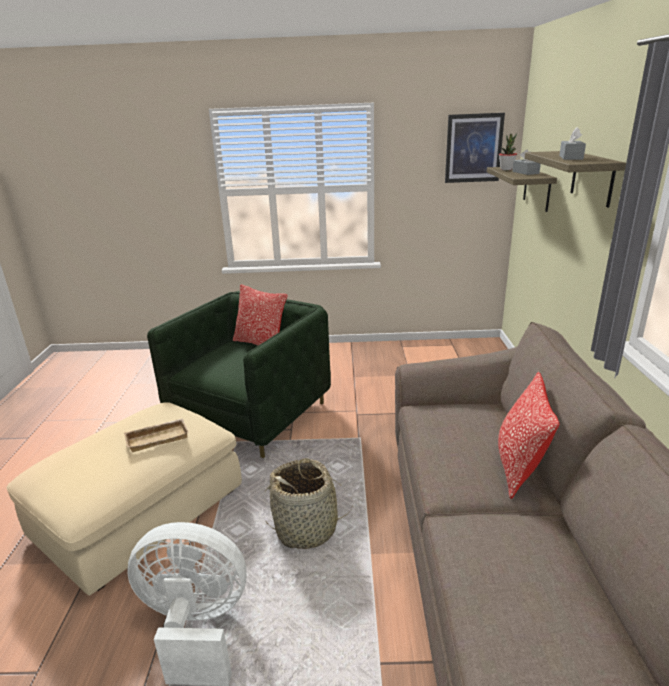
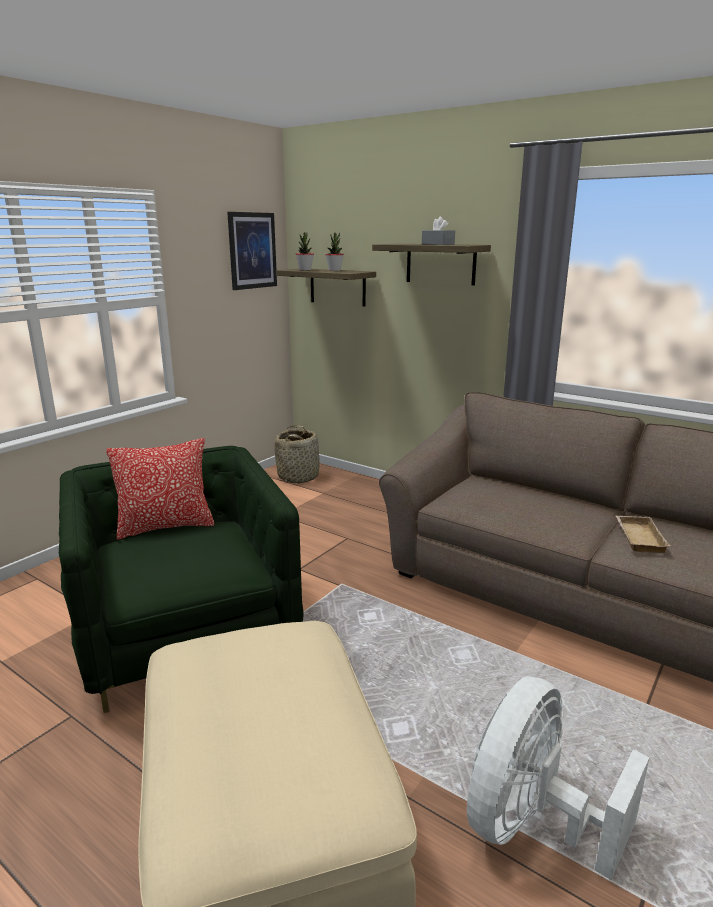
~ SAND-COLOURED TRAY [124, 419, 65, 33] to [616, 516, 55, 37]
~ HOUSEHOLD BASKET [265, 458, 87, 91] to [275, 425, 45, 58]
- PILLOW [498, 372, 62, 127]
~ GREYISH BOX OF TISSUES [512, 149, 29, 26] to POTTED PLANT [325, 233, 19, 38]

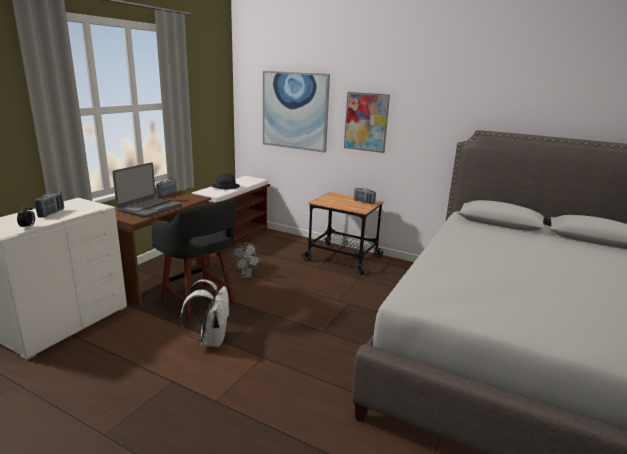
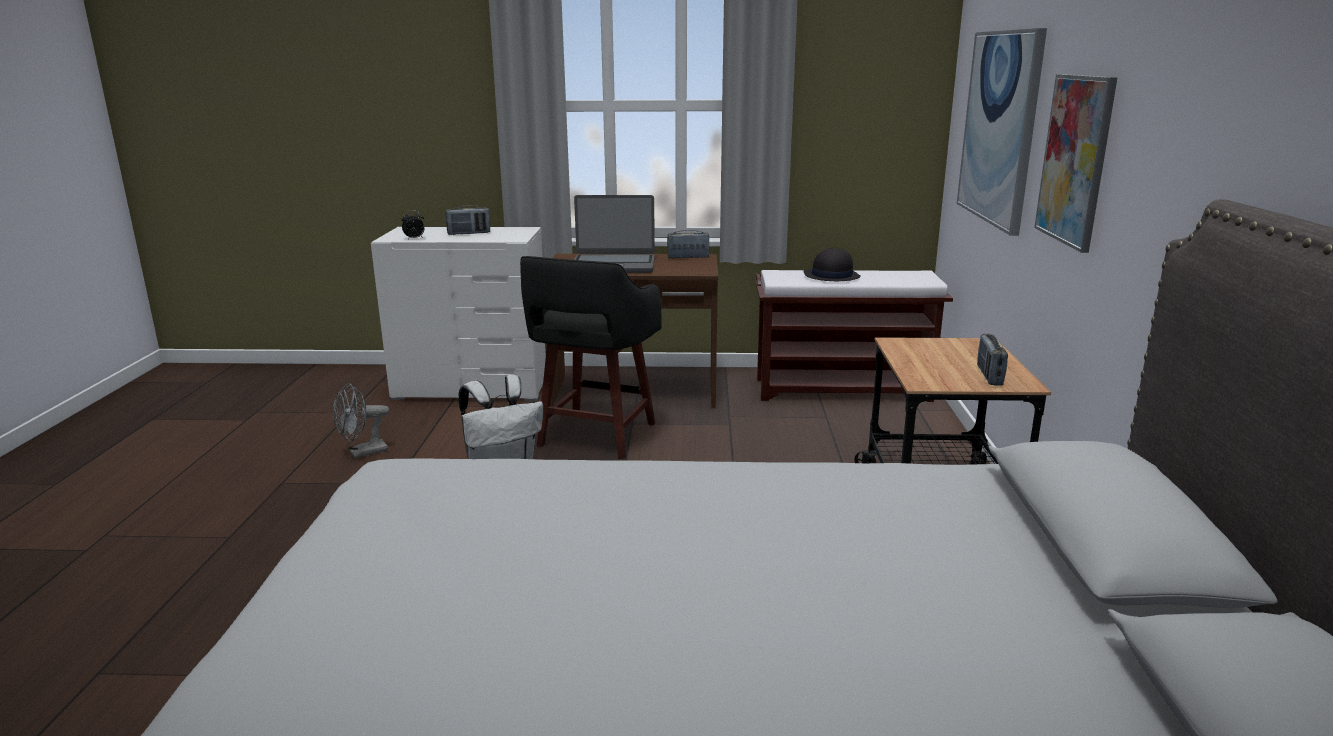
~ GREYISH FAN [231, 243, 30, 35] to [333, 383, 56, 75]

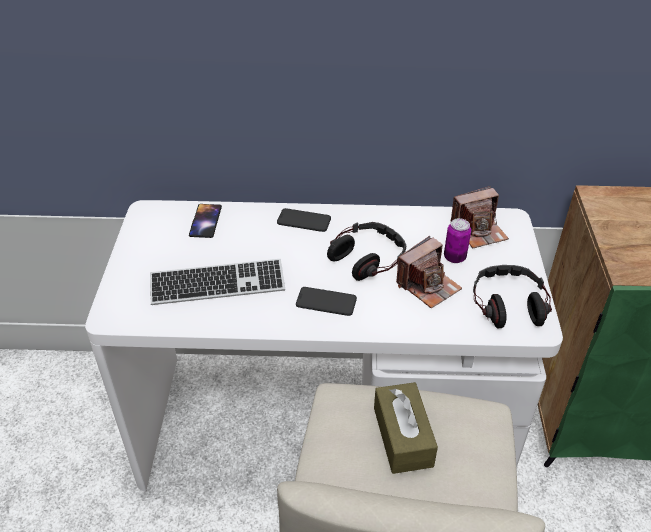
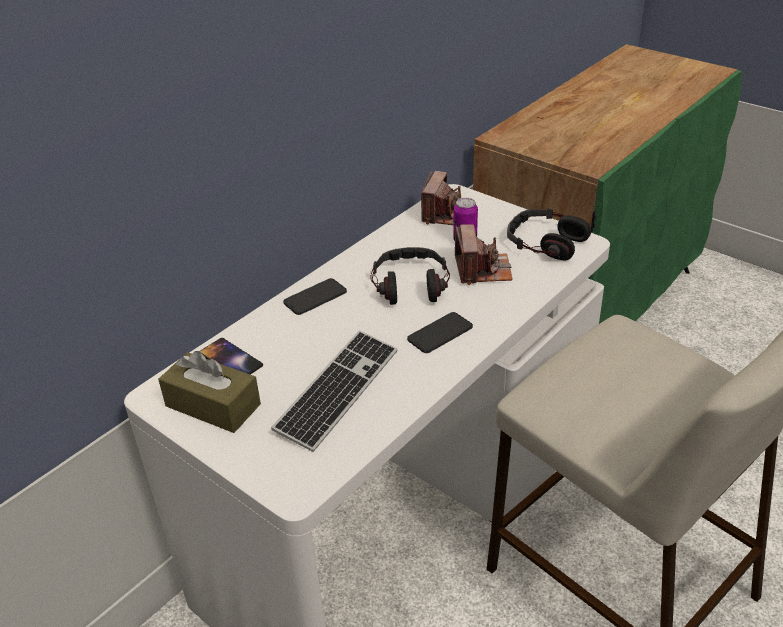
~ BROWN BOX OF TISSUES [374, 382, 64, 92] to [158, 351, 103, 82]

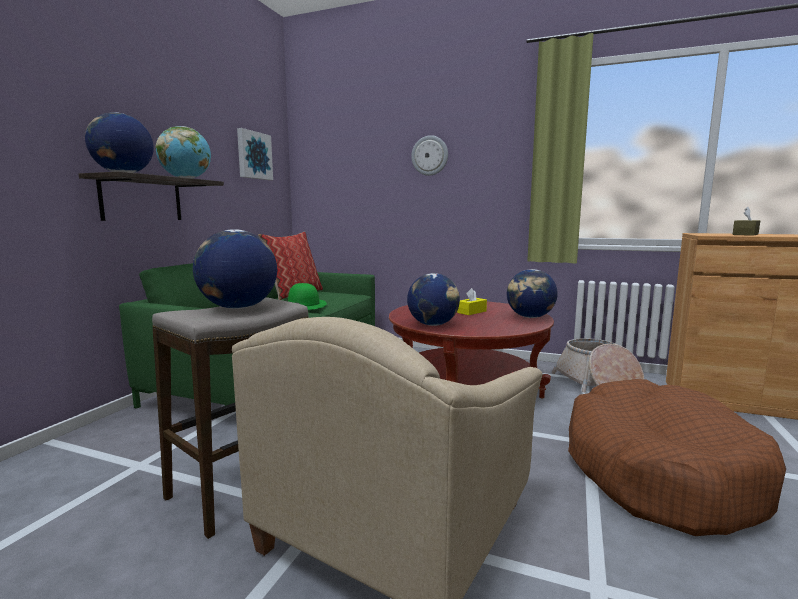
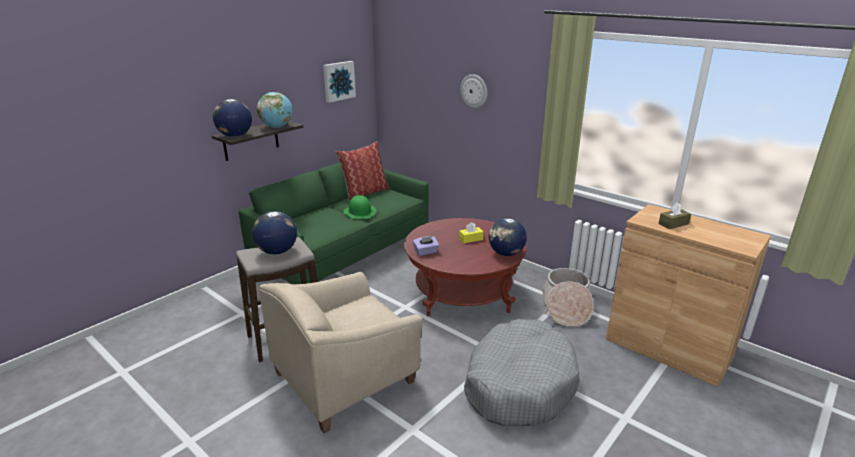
~ DESK GLOBE [407, 273, 53, 53] to PURPLE-COLOURED BOX OF TISSUES [413, 236, 26, 20]
~ BROWN PET BED [568, 379, 218, 157] to GREYISH PET BED [464, 319, 116, 107]

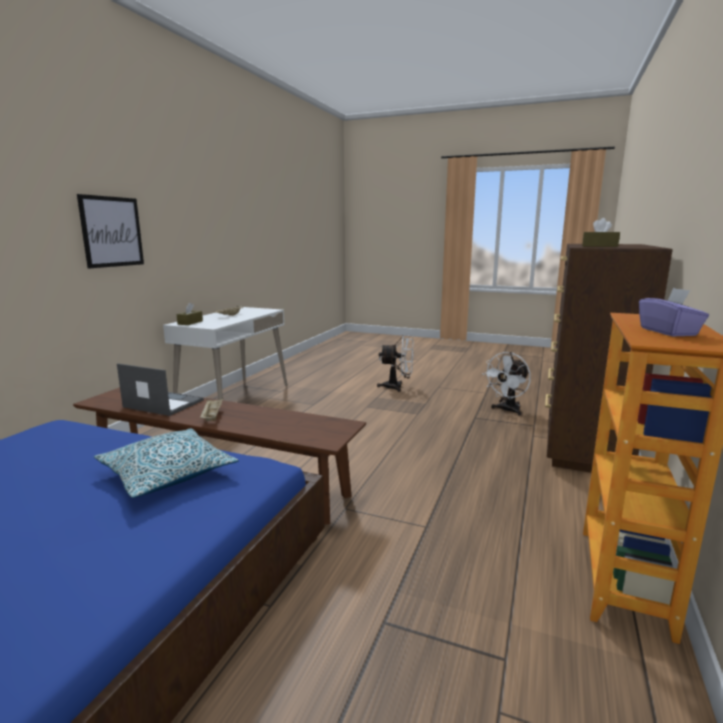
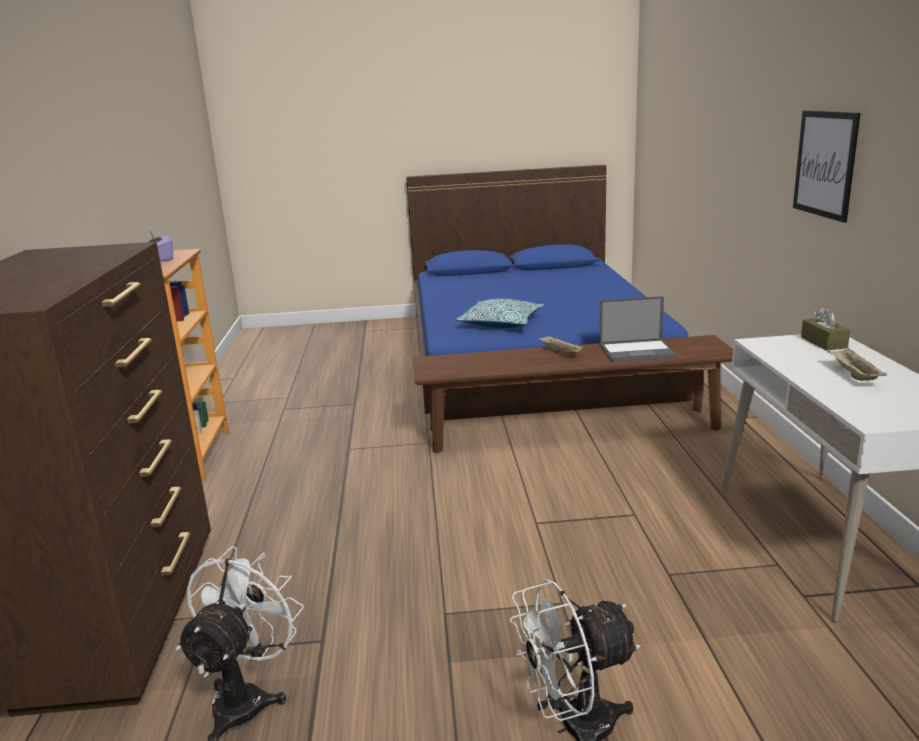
- BROWN BOX OF TISSUES [582, 218, 38, 29]

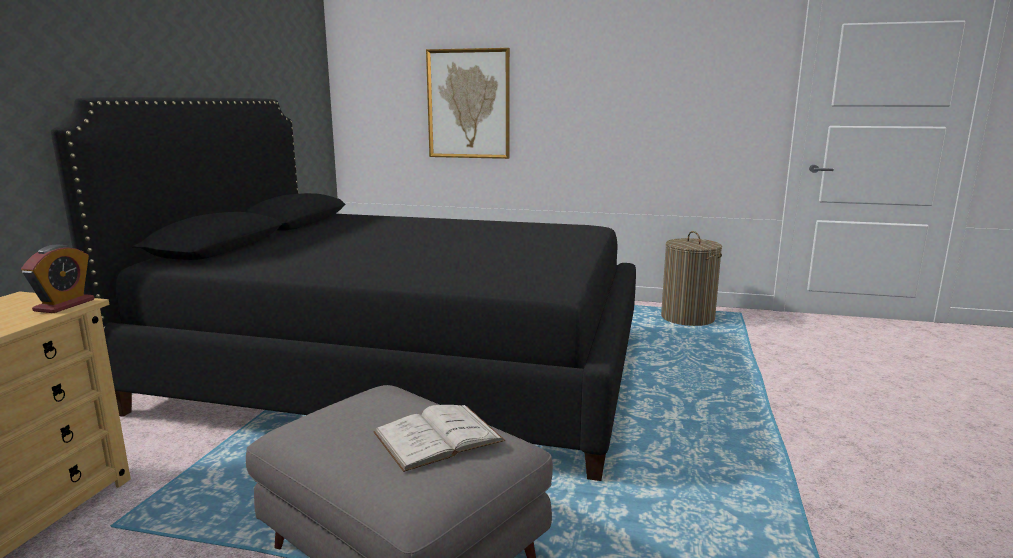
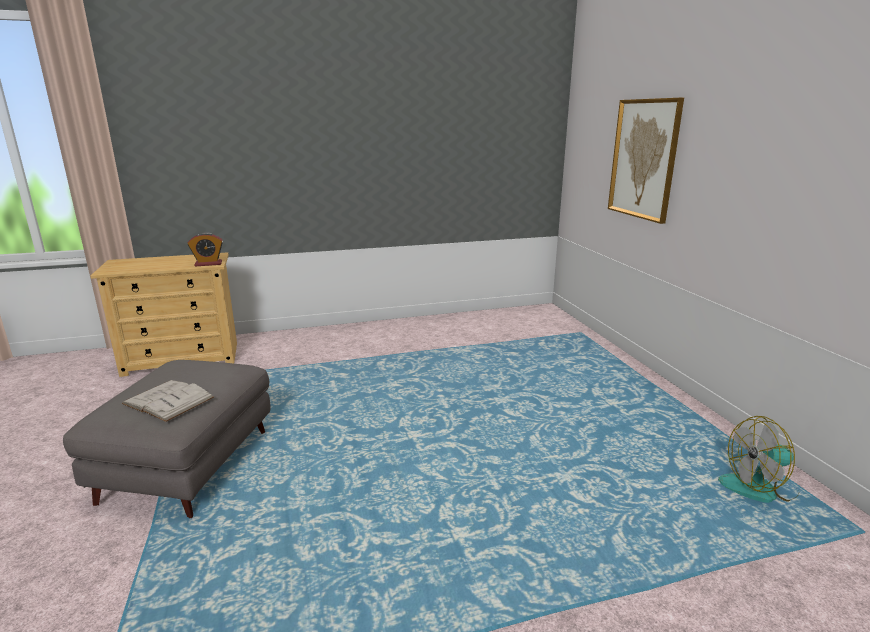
- BLACK BEDROOM BED [51, 97, 585, 384]
~ HAMPER [661, 231, 61, 95] to FAN [718, 416, 81, 87]

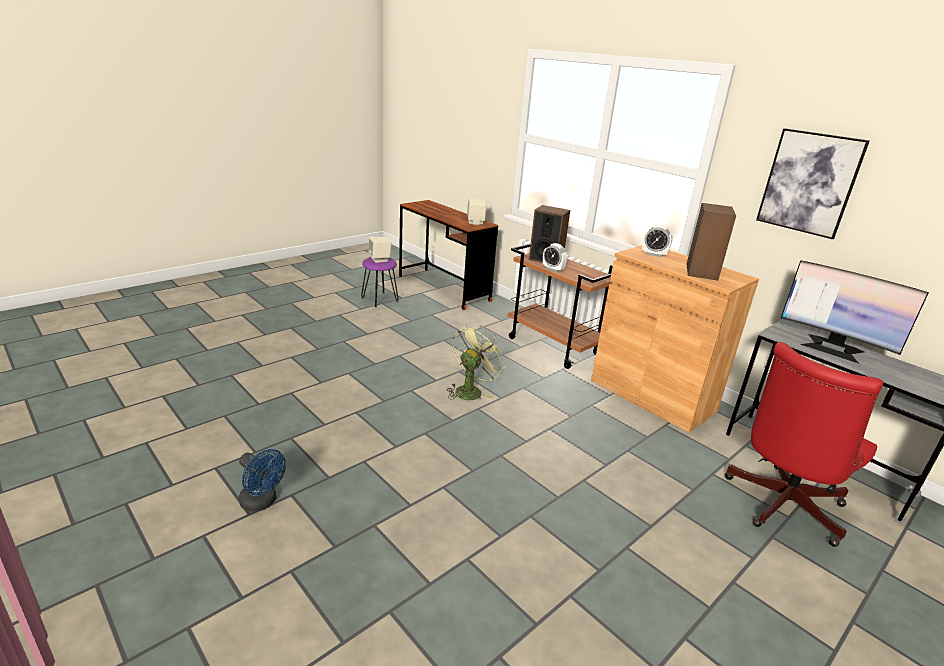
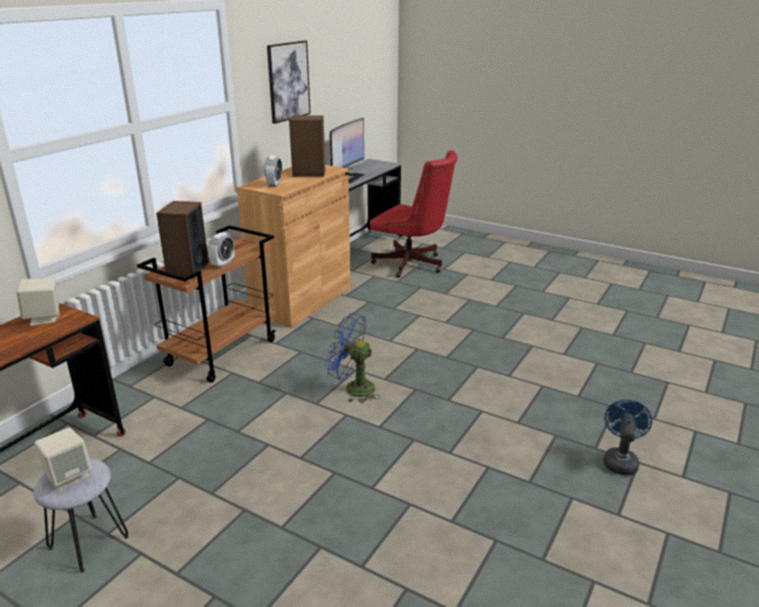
~ PURPLE-COLOURED SITTING STOOL [361, 257, 37, 50] to GREYISH SITTING STOOL [33, 458, 96, 115]
~ GREEN FAN [447, 325, 58, 75] to BLUE FAN [325, 313, 55, 90]

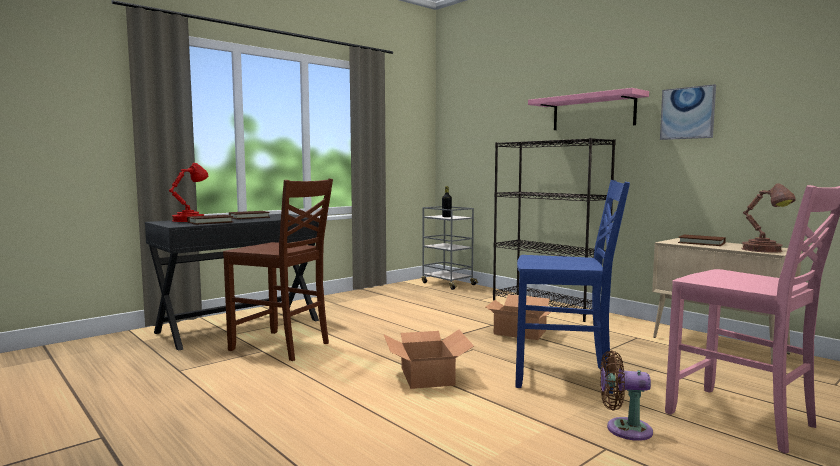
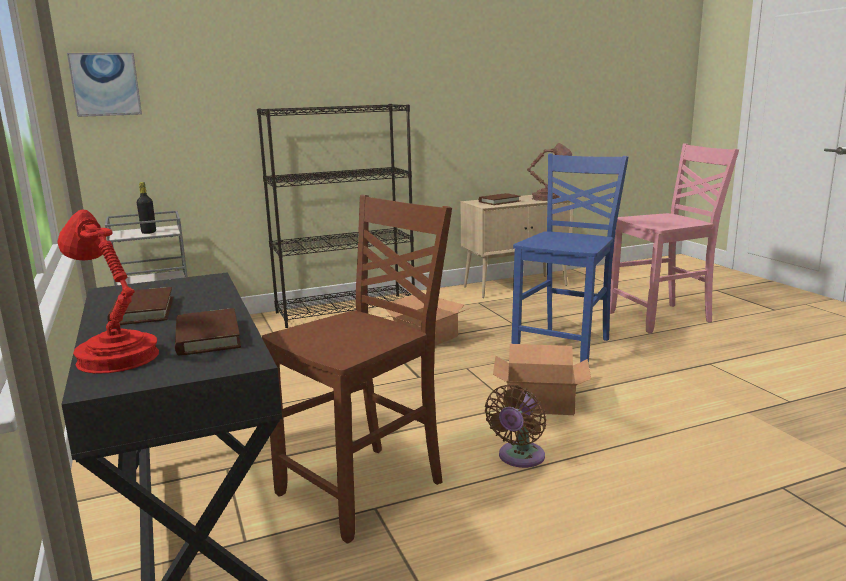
- PINKISH BRACKET SHELF [528, 88, 121, 42]
~ BROWN FAN [600, 351, 53, 90] to [485, 384, 61, 84]
~ WALL ART [660, 84, 56, 56] to [67, 53, 75, 64]

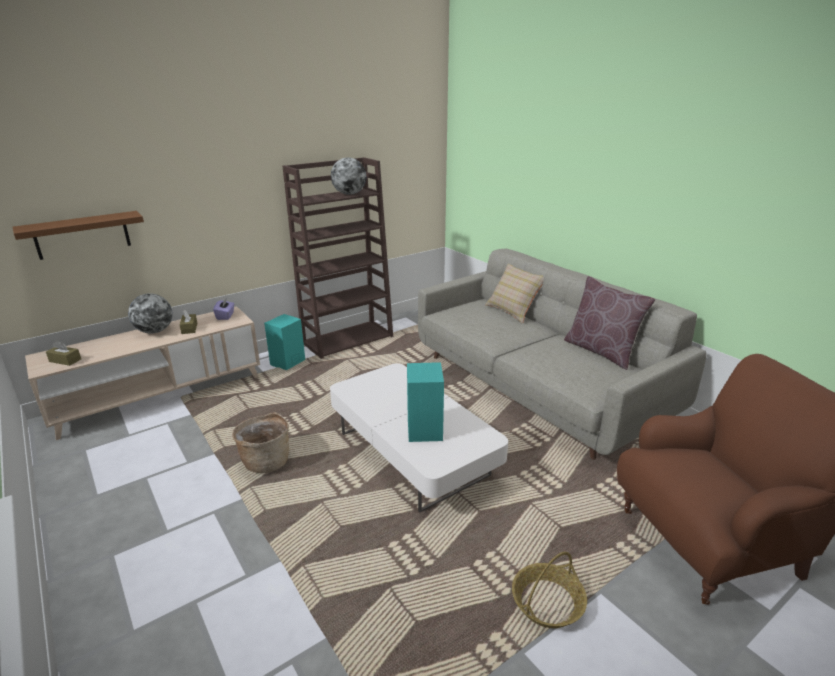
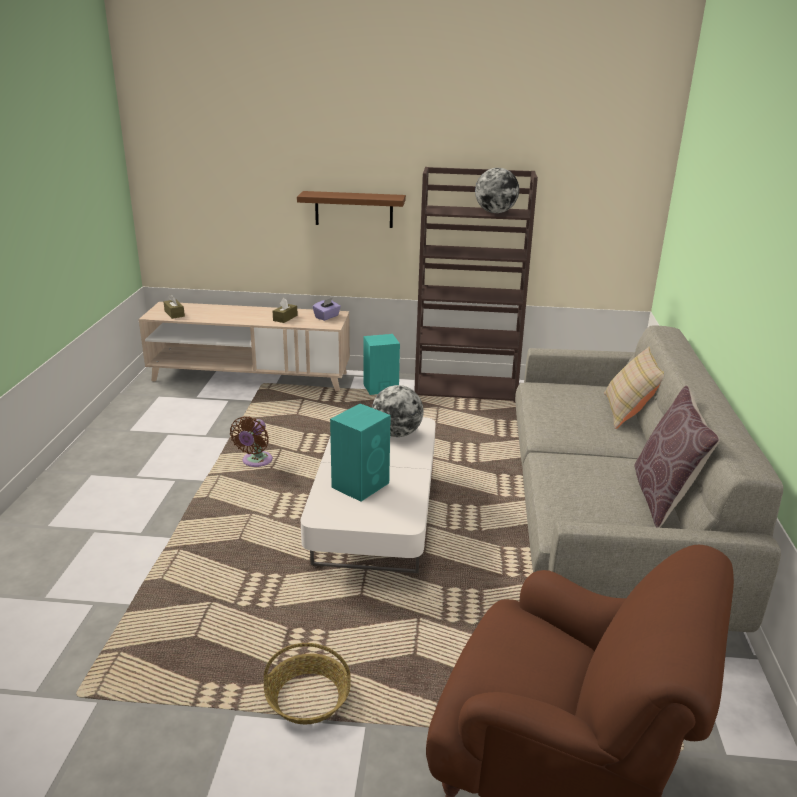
~ BROWN BRACKET SHELF [13, 211, 131, 49] to [297, 191, 109, 37]
~ DESK GLOBE [128, 293, 45, 41] to [372, 385, 52, 52]
~ HOUSEHOLD BASKET [232, 412, 57, 61] to BROWN FAN [230, 416, 43, 51]

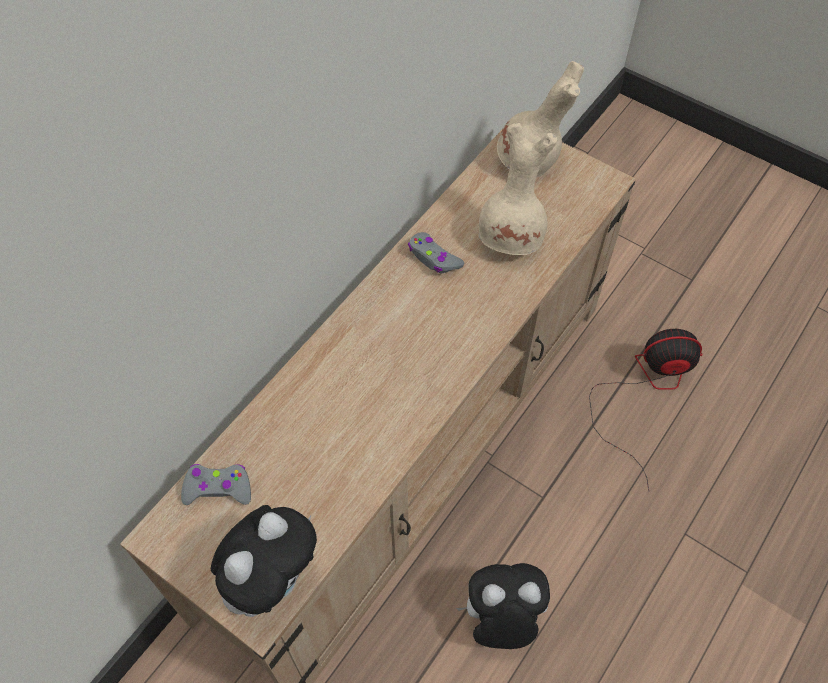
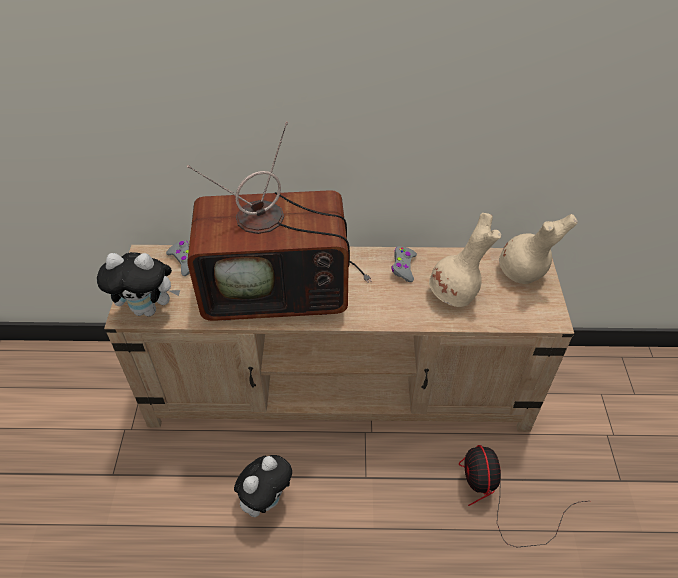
~ PLUSH TOY [456, 563, 94, 86] = [234, 455, 58, 62] 75 degrees clockwise
~ FAN [589, 329, 114, 162] = [459, 445, 128, 102] 150 degrees counterclockwise
+ TELEVISION [187, 122, 185, 199]

